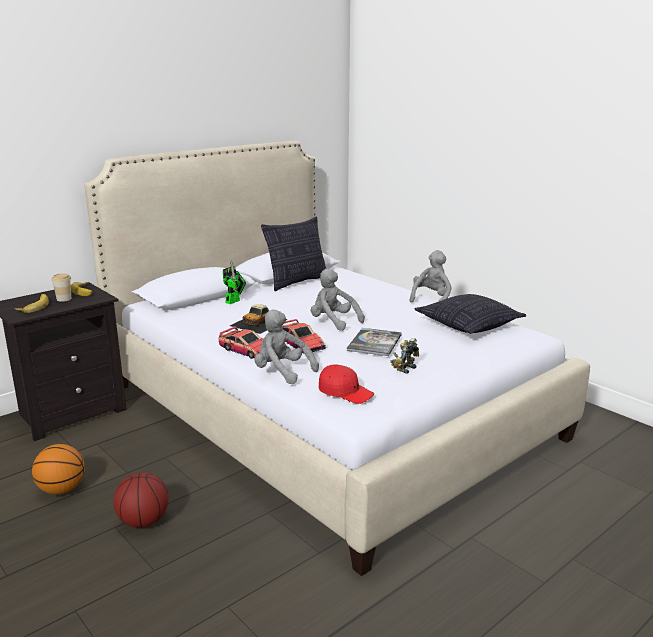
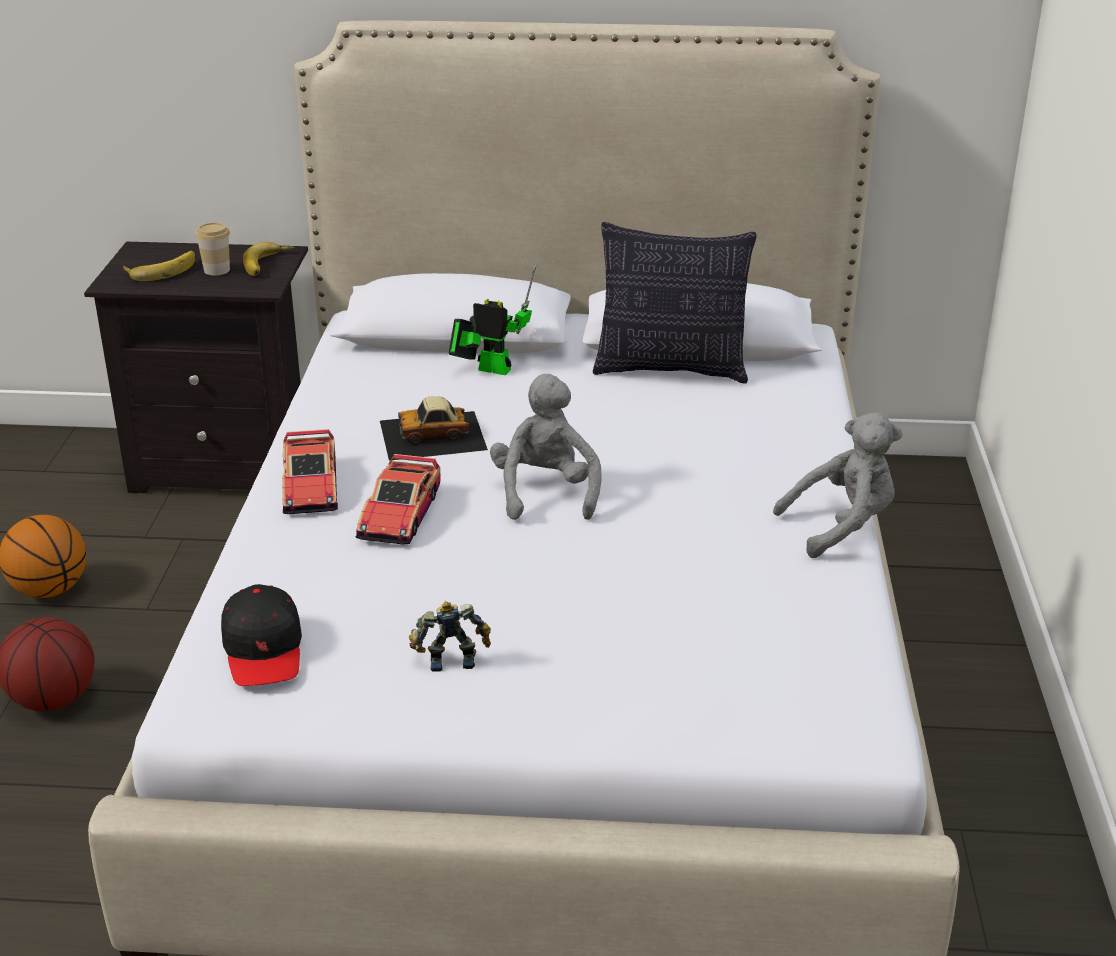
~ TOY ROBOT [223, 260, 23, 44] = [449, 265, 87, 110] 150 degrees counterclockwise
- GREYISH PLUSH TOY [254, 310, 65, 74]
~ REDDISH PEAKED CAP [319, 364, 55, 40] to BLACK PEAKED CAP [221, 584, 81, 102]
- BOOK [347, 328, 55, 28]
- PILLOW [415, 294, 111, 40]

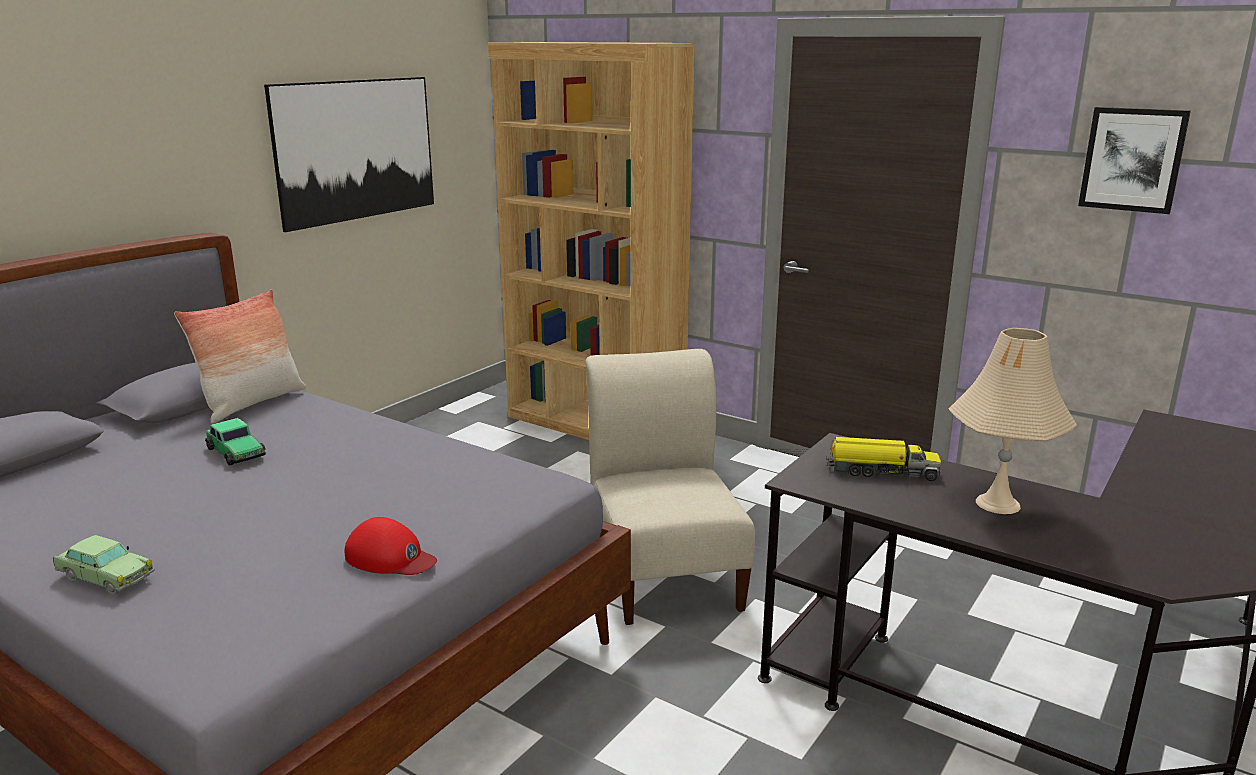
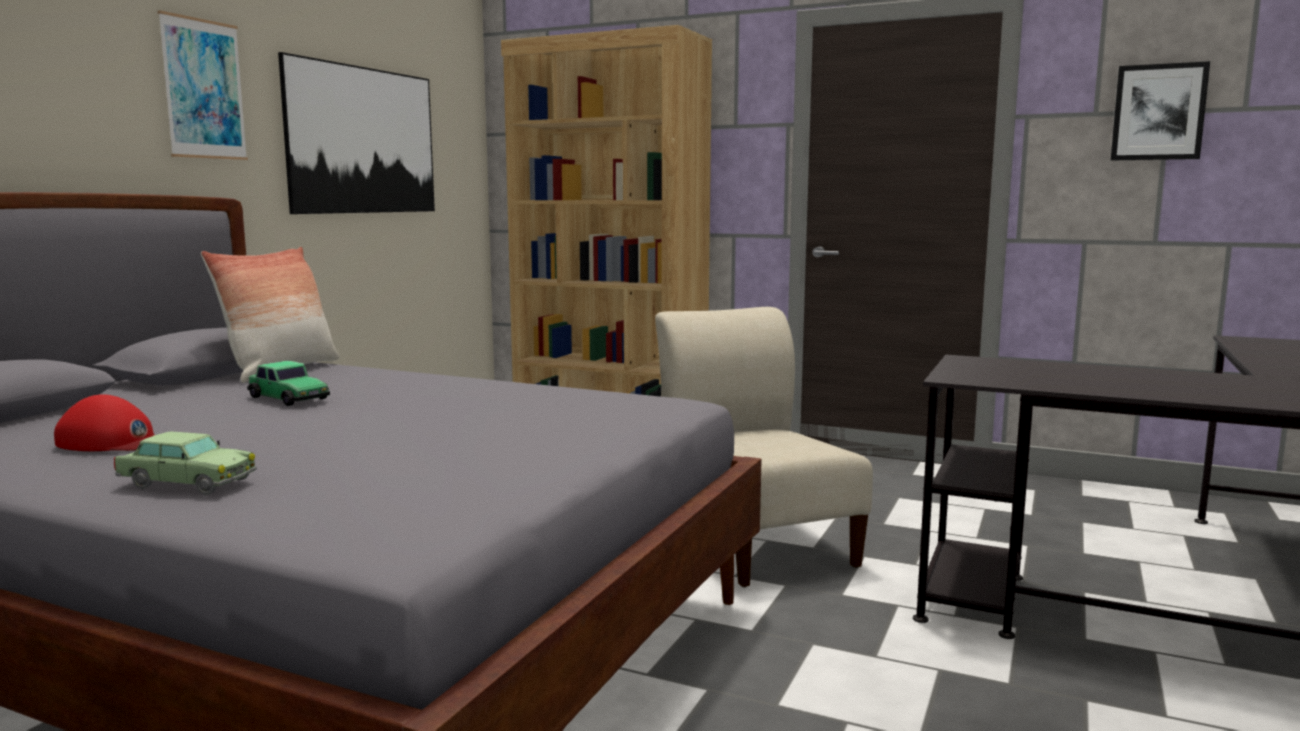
~ REDDISH PEAKED CAP [345, 517, 92, 58] to [54, 394, 100, 57]
- TOY TRUCK [826, 437, 115, 44]
- SAND-COLOURED TABLETOP LAMP [949, 328, 128, 186]
+ WALL ART [158, 11, 90, 149]

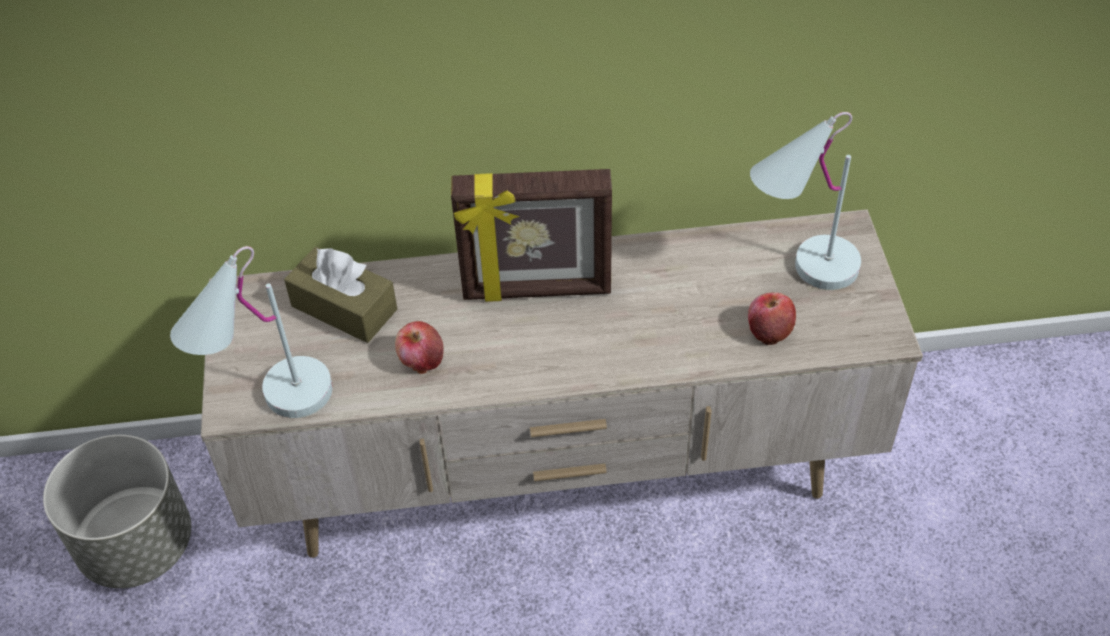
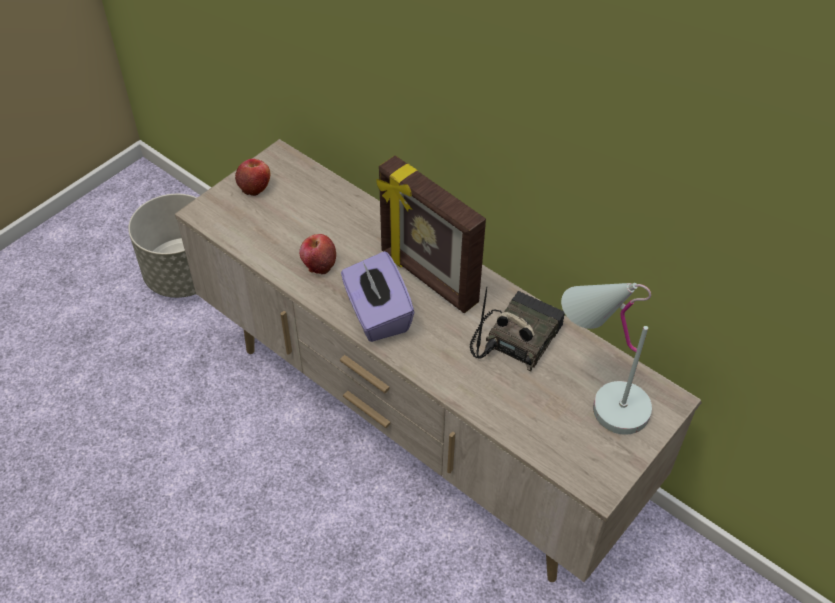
- WHITE-COLOURED TABLETOP LAMP [170, 246, 163, 172]
- BROWN BOX OF TISSUES [284, 247, 113, 96]
~ APPLE [748, 293, 48, 52] to [235, 159, 35, 37]
+ PURPLE-COLOURED BOX OF TISSUES [341, 251, 73, 91]
+ RADIO [470, 286, 95, 85]

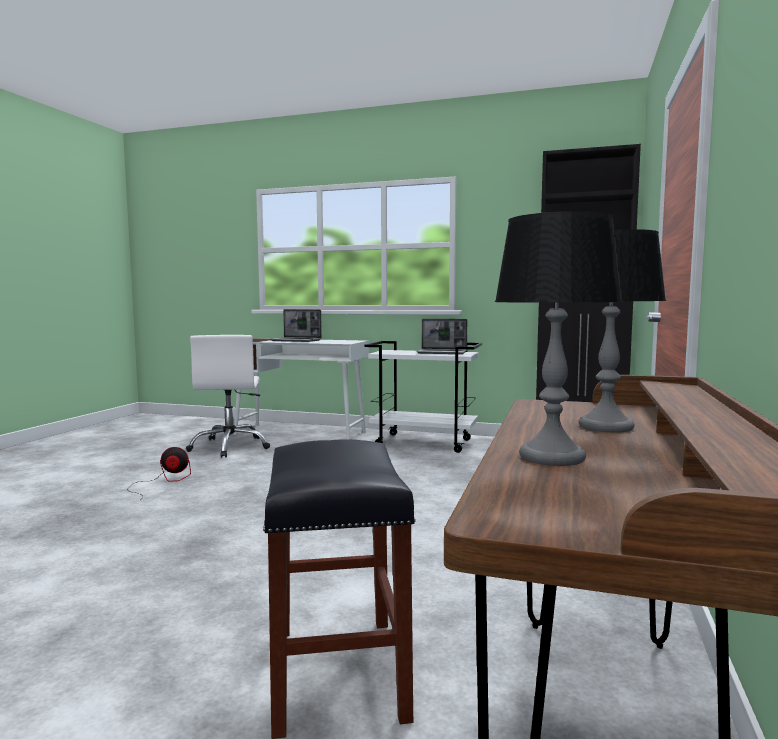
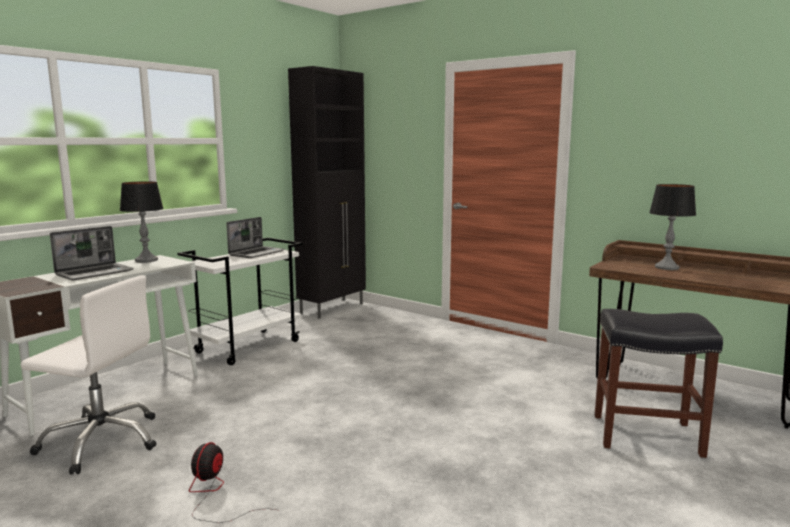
~ TABLETOP LAMP [495, 211, 128, 255] to [120, 181, 44, 82]

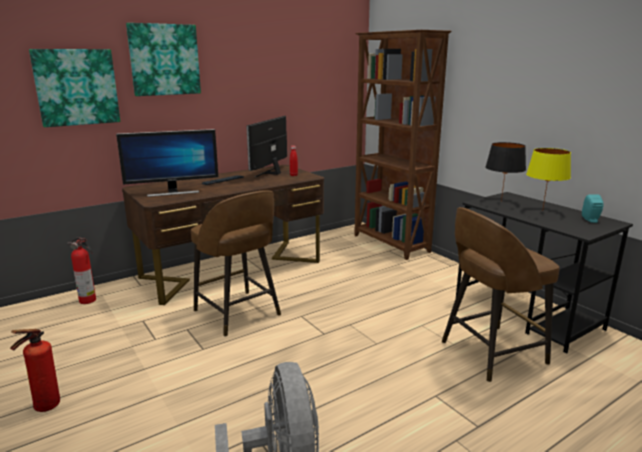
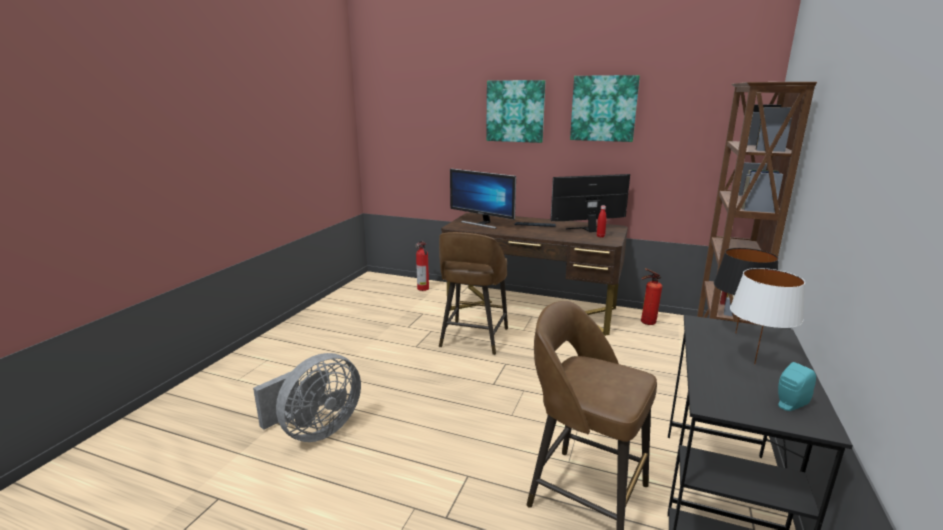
~ FIRE-FIGHTING CYLINDER [10, 329, 50, 83] to [641, 268, 21, 57]
~ WALL ART [29, 49, 91, 78] to [570, 75, 70, 67]
~ YELLOWISH TABLETOP LAMP [526, 148, 45, 63] to WHITE-COLOURED TABLETOP LAMP [730, 268, 75, 97]

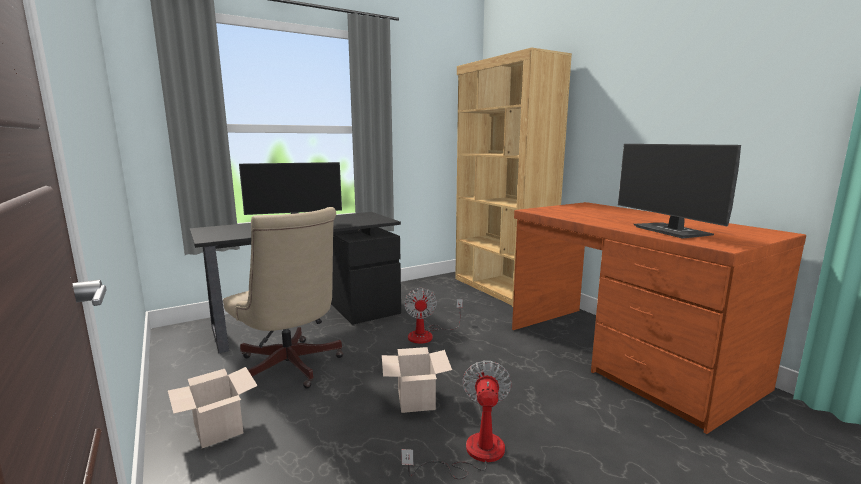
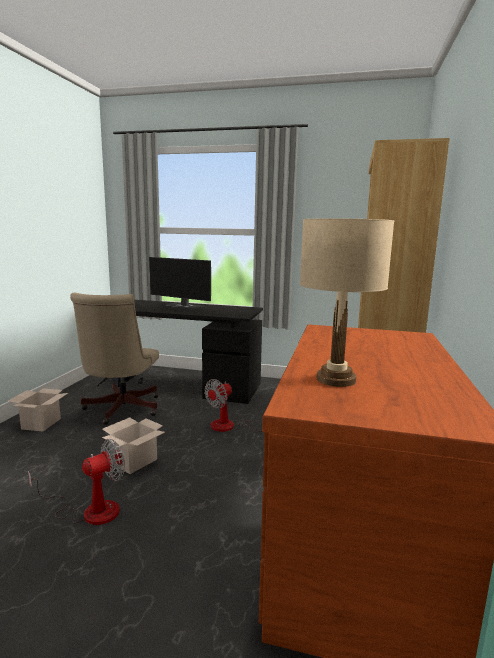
~ COMPUTER SCREEN [618, 144, 123, 95] to SAND-COLOURED TABLETOP LAMP [300, 219, 94, 168]

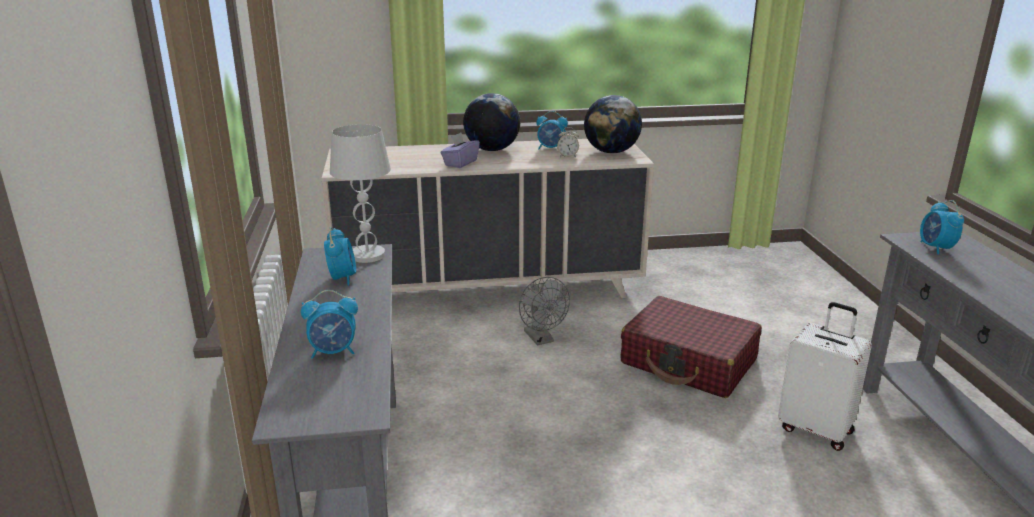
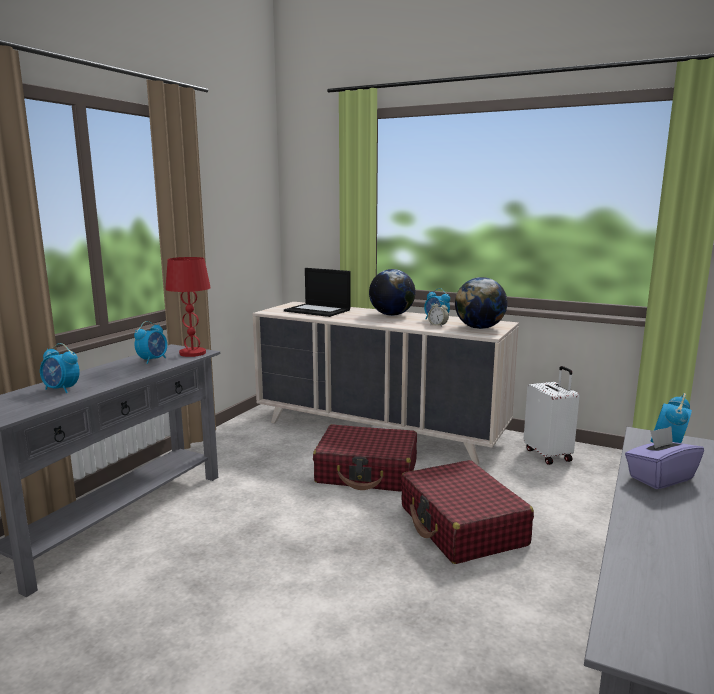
~ WHITE-COLOURED TABLETOP LAMP [330, 124, 61, 139] to REDDISH TABLETOP LAMP [165, 257, 46, 100]
~ PURPLE-COLOURED BOX OF TISSUES [440, 133, 40, 35] to [625, 426, 79, 63]
~ GREYISH FAN [519, 277, 51, 68] to REDDISH TRAVEL CASE [313, 424, 104, 68]
~ WHITE-COLOURED TRAVEL CASE [778, 302, 94, 149] to [524, 366, 55, 99]
+ PORTABLE COMPUTER [284, 268, 67, 49]

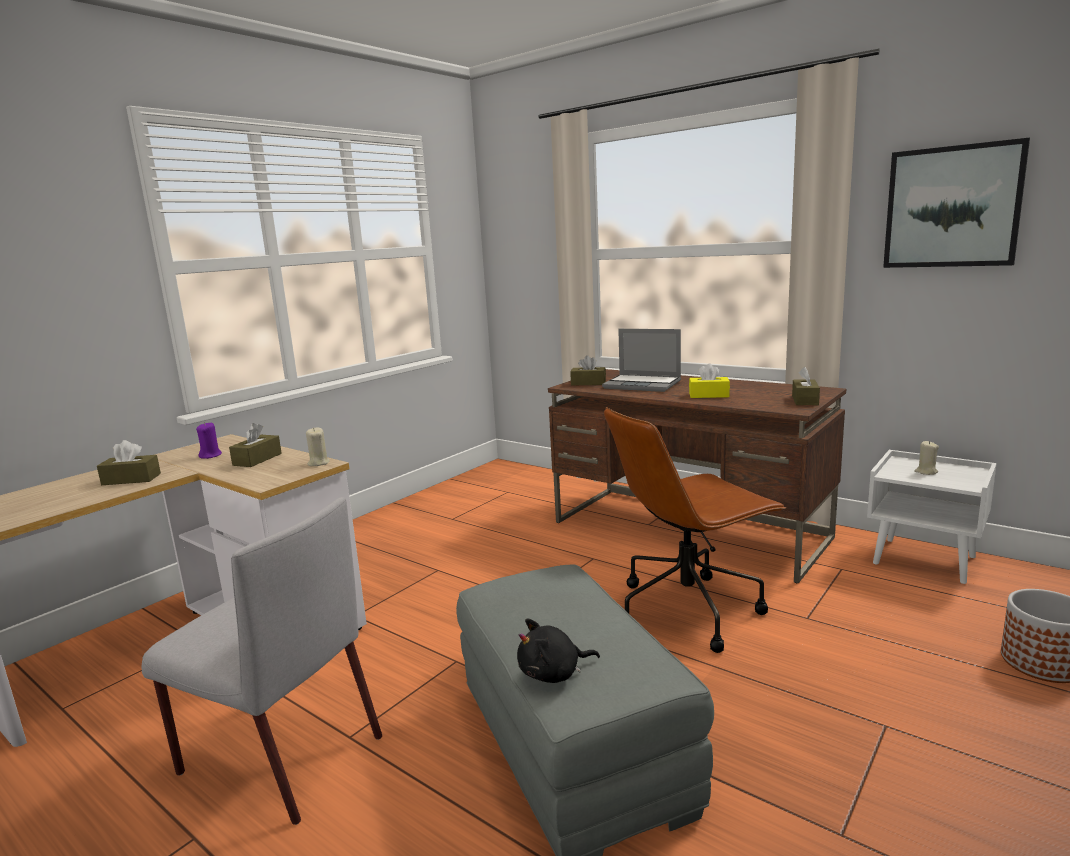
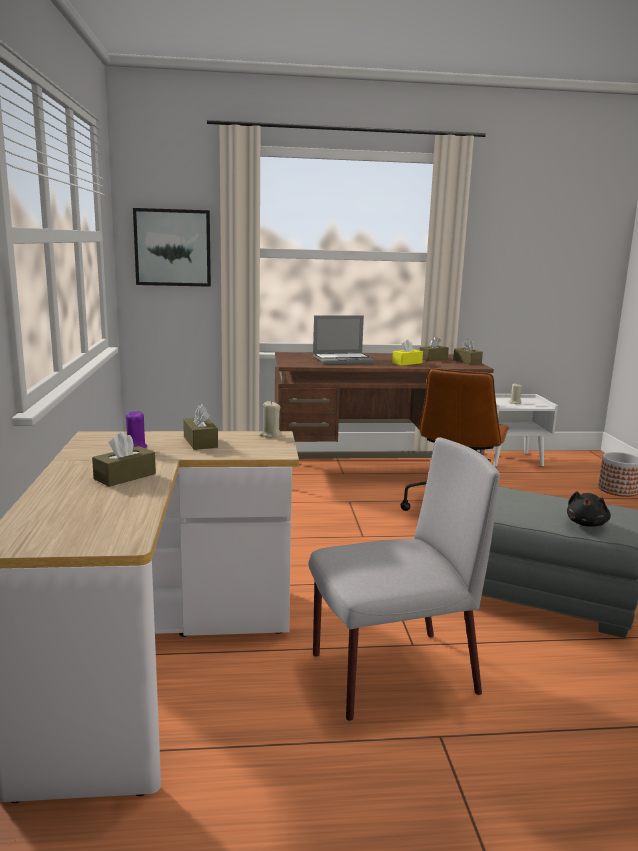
~ BROWN BOX OF TISSUES [570, 355, 36, 30] to [420, 336, 29, 25]
~ WALL ART [883, 138, 147, 130] to [133, 208, 78, 79]

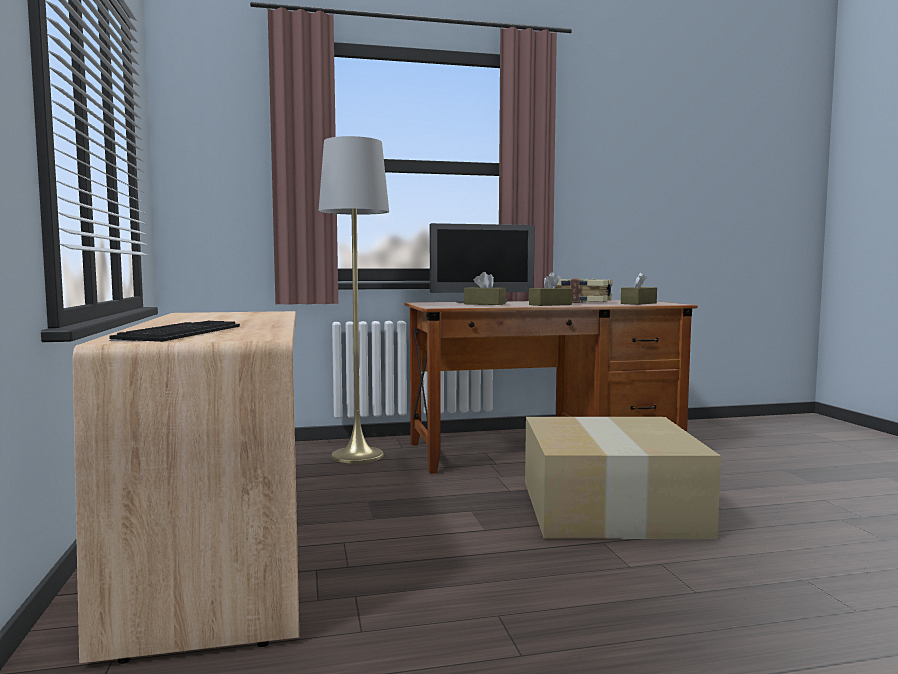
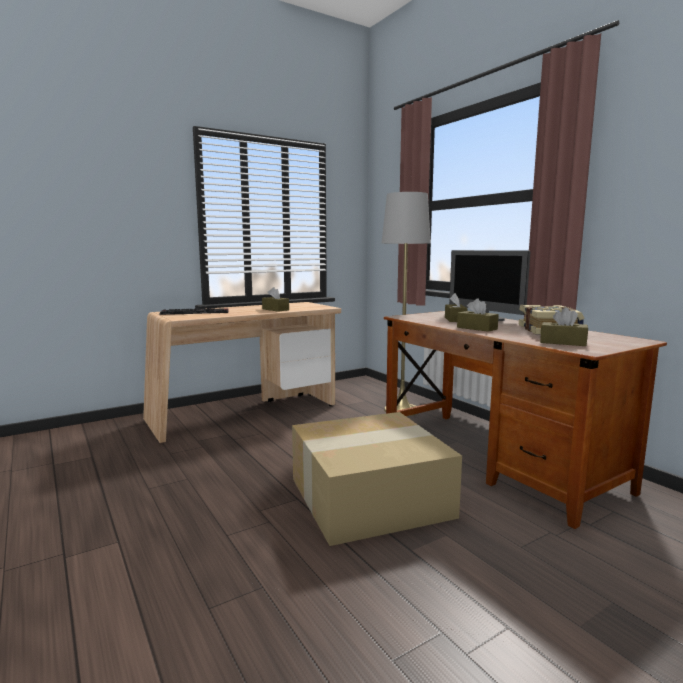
+ BROWN BOX OF TISSUES [262, 287, 27, 25]

